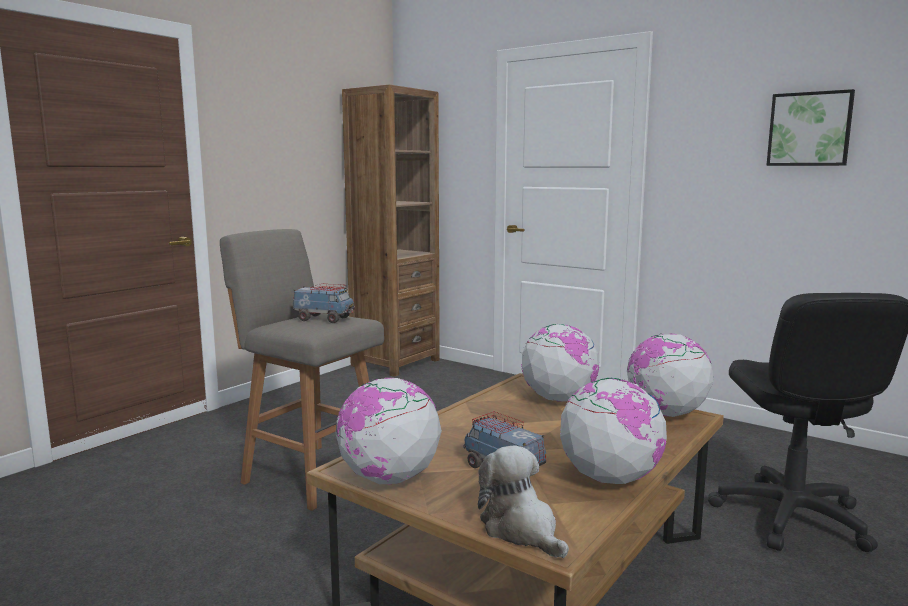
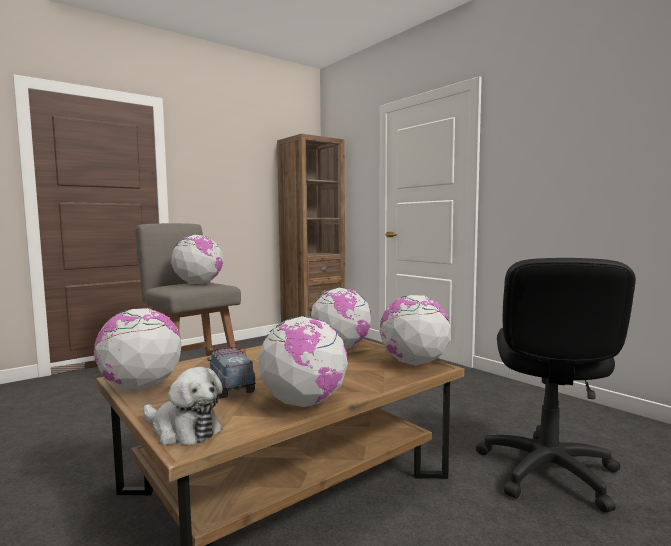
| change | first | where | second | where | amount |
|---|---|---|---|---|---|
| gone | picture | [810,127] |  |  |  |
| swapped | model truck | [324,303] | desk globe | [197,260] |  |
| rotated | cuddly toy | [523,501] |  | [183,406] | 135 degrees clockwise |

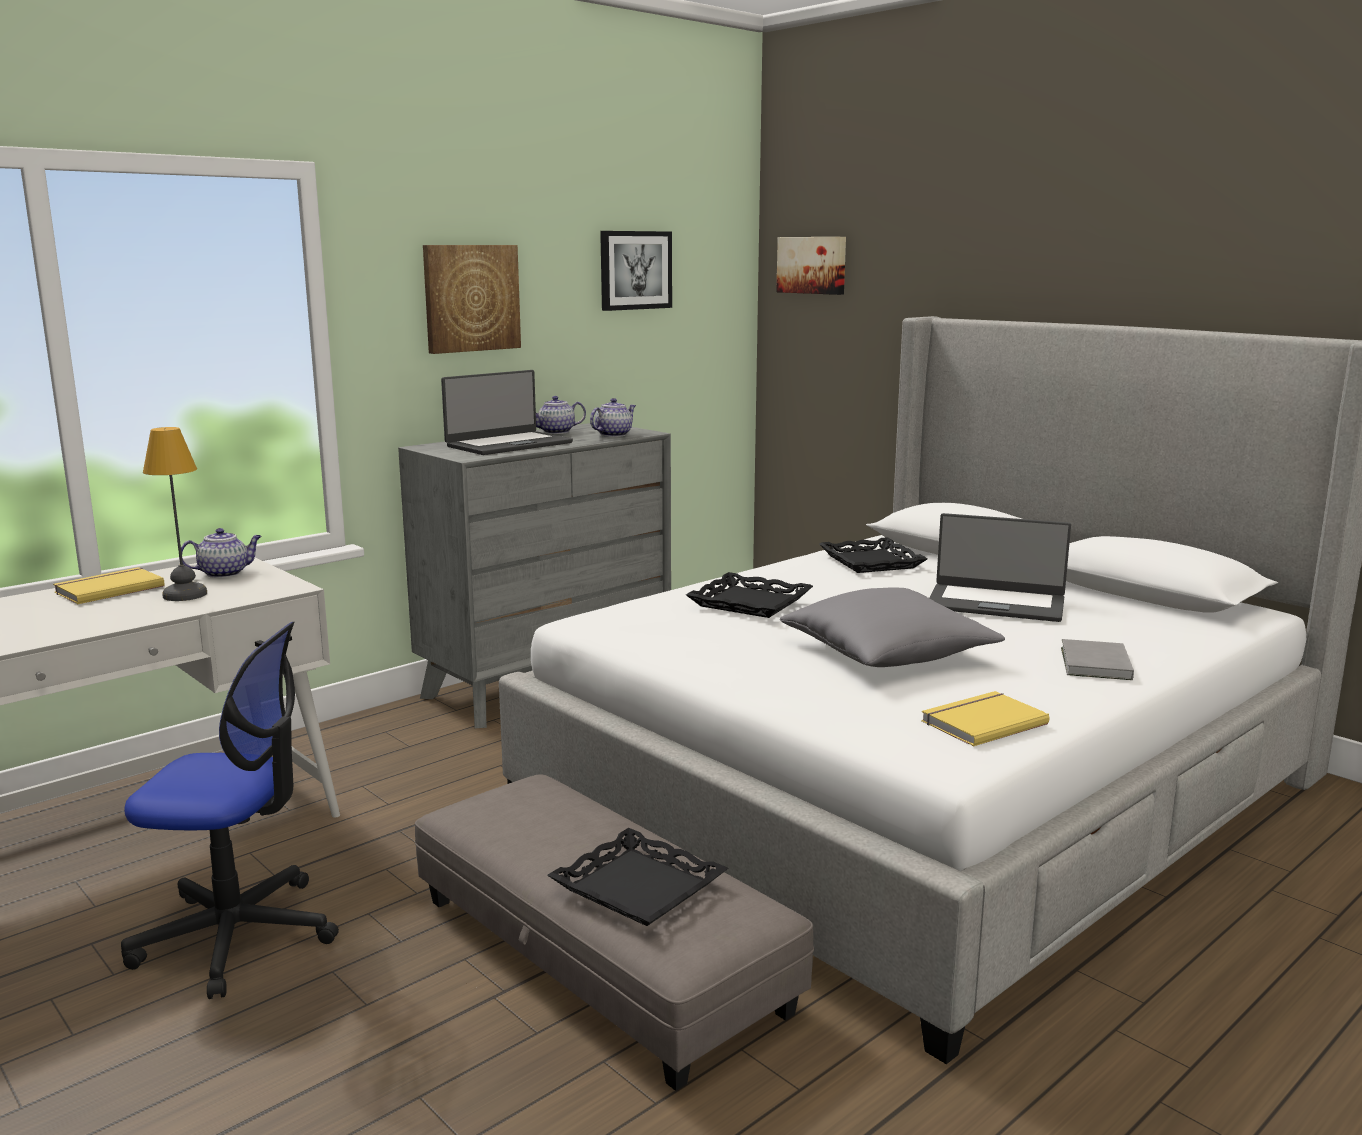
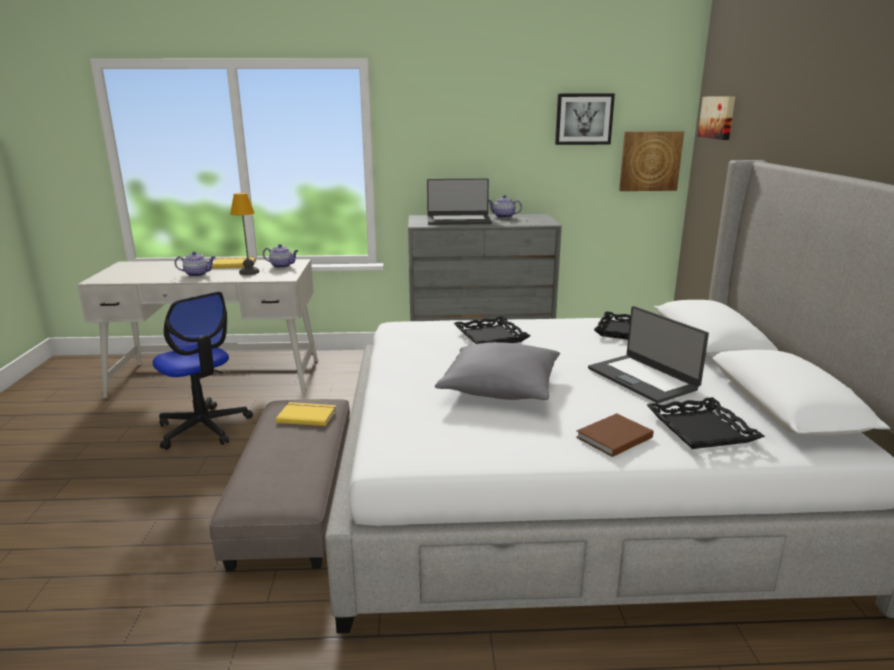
| change | first | where | second | where | amount |
|---|---|---|---|---|---|
| shifted | picture | [472,299] |  | [651,161] |  |
| shifted | teapot | [613,417] |  | [195,264] |  |
| repainted | greyish volume | [1097,659] | brownish volume | [614,435] |  |
| shifted | yellowish volume | [985,719] |  | [306,414] |  |
| shifted | black carrying tray | [638,877] |  | [706,423] |  |

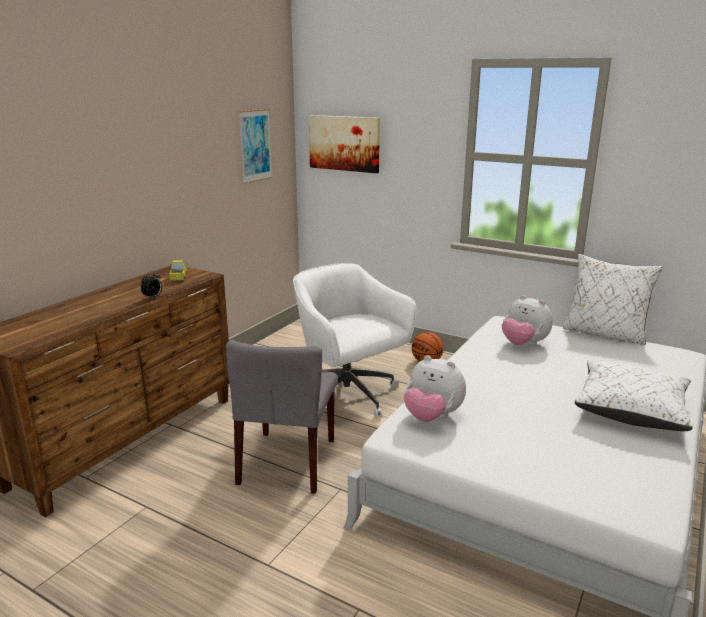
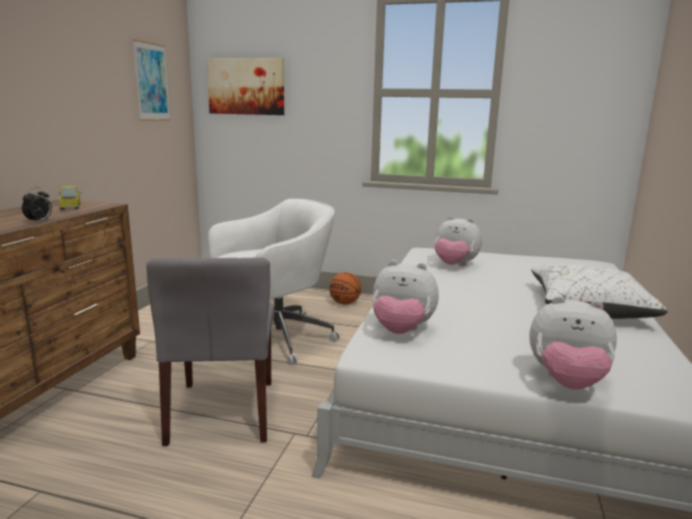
| change | first | where | second | where | amount |
|---|---|---|---|---|---|
| gone | white cushion | [612,299] |  |  |  |
| rotated | white office chair | [355,340] |  | [274,282] | 105 degrees clockwise |
| new |  |  | cuddly toy | [573,343] |  |

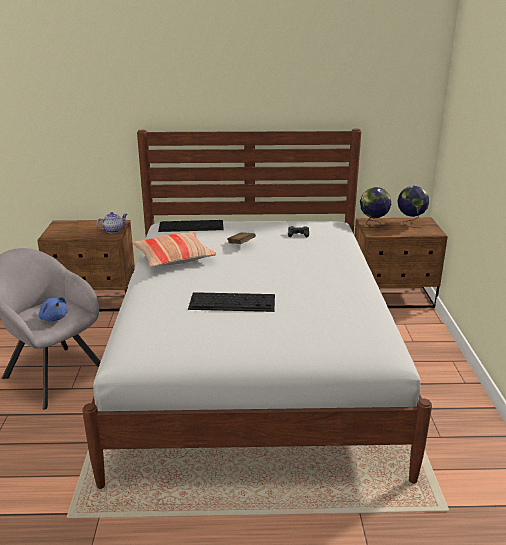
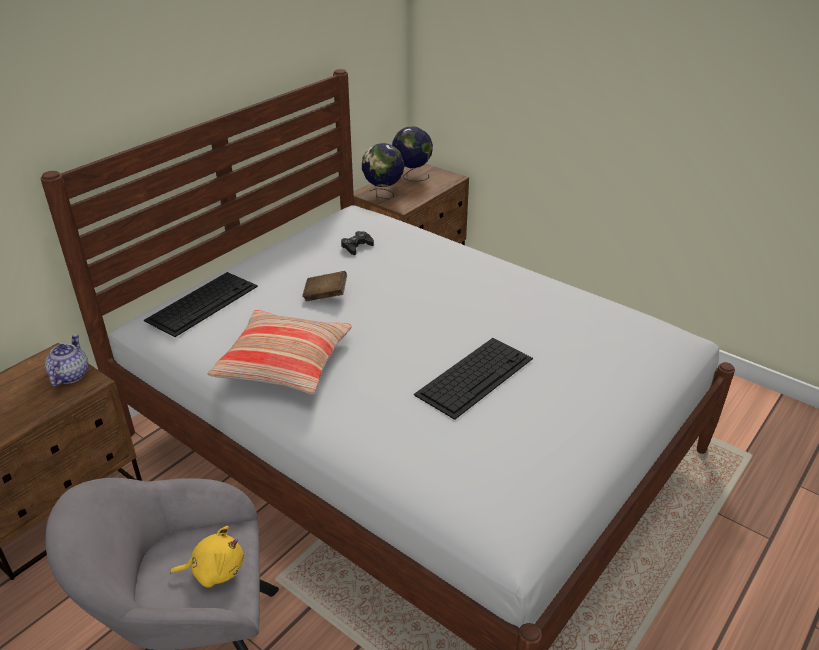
| change | first | where | second | where | amount |
|---|---|---|---|---|---|
| repainted | blue cuddly toy | [53,309] | yellowish cuddly toy | [206,556] |  |

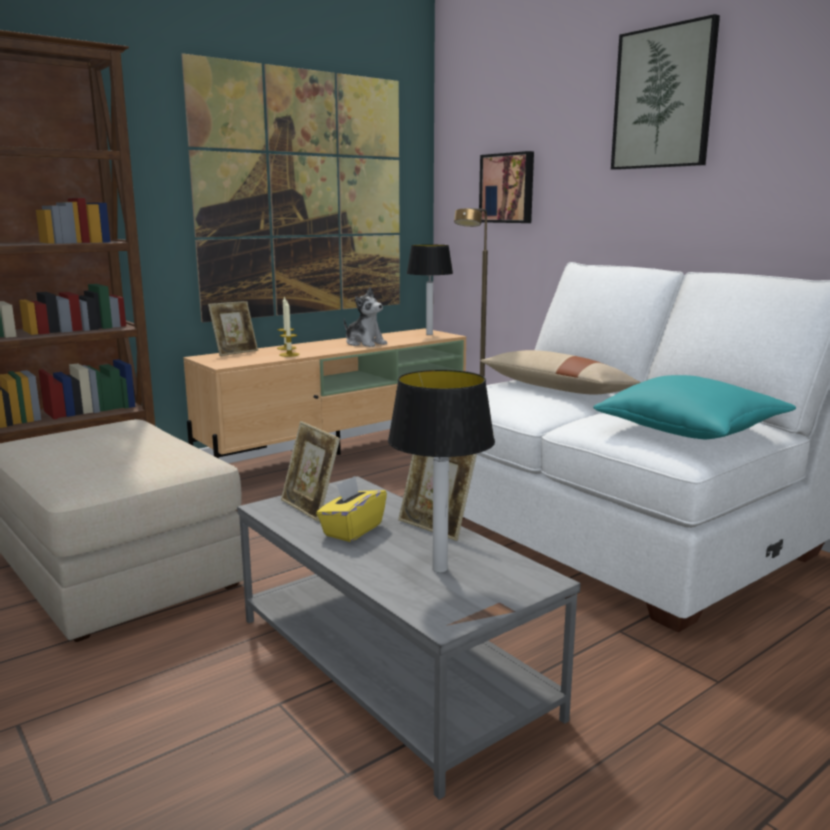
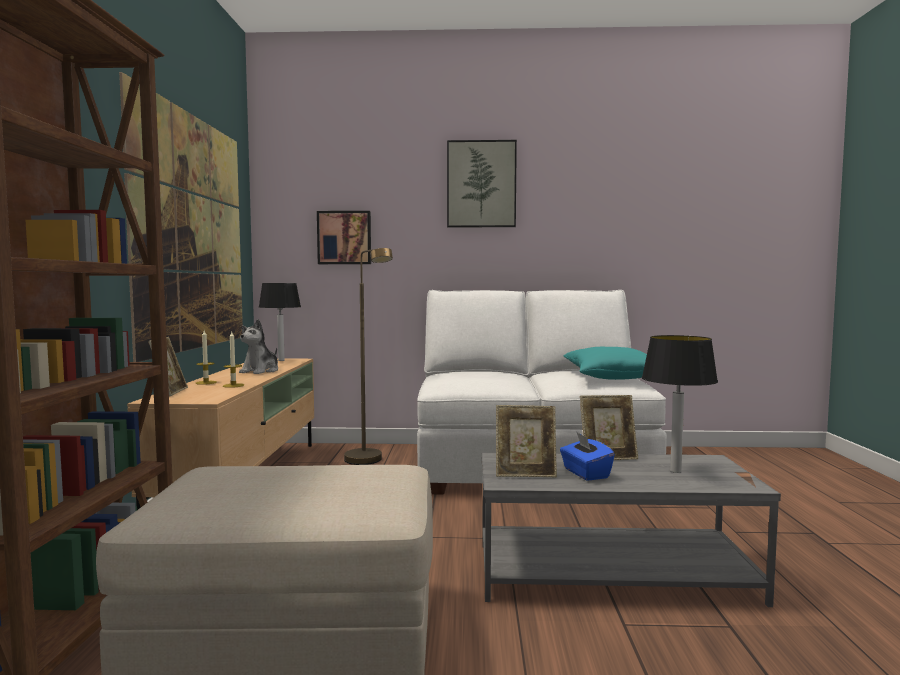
| change | first | where | second | where | amount |
|---|---|---|---|---|---|
| rotated | cuddly toy | [365,317] |  | [258,346] | 120 degrees clockwise |
| gone | beige-coloured cushion | [560,372] |  |  |  |
| repainted | yellowish tissue box | [351,509] | blue tissue box | [587,456] |  |

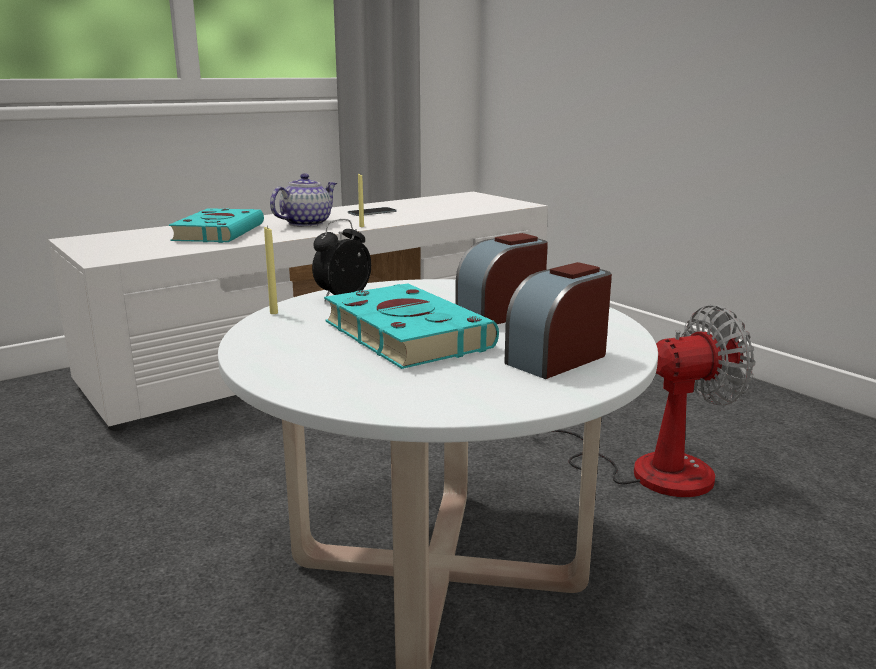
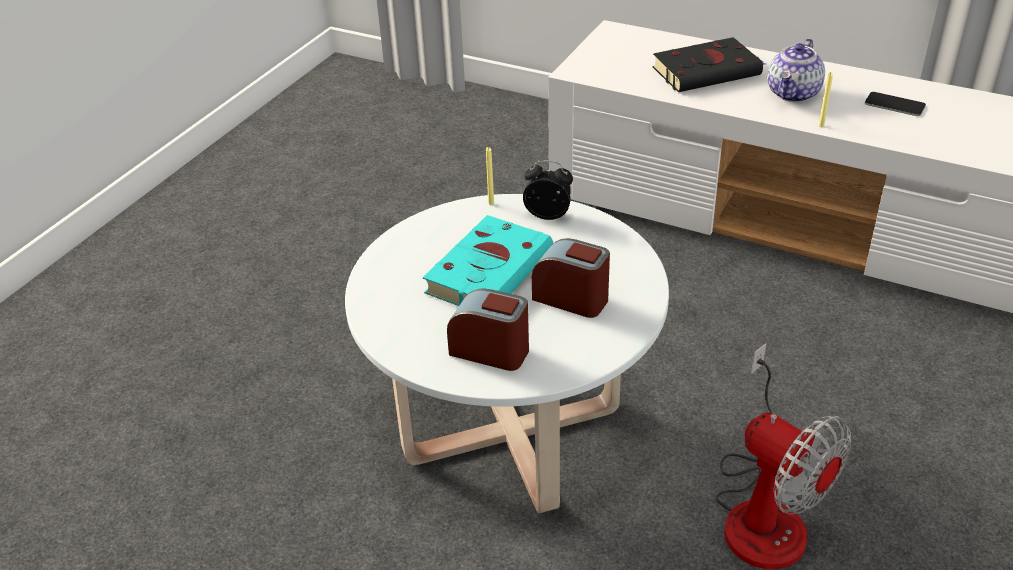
| change | first | where | second | where | amount |
|---|---|---|---|---|---|
| rotated | teapot | [303,200] |  | [796,70] | 105 degrees clockwise |
| repainted | blue-green volume | [216,225] | black volume | [709,64] |  |

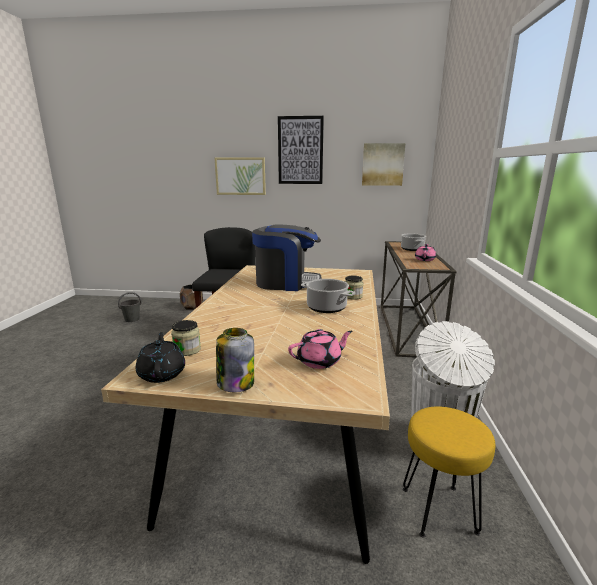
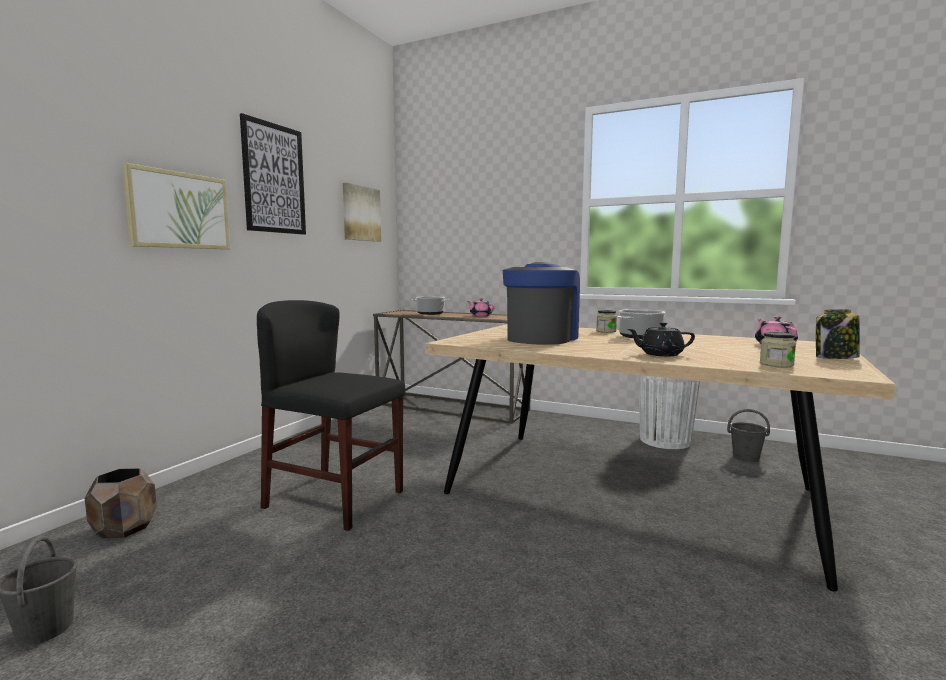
| change | first | where | second | where | amount |
|---|---|---|---|---|---|
| shifted | black teapot | [160,357] |  | [661,339] |  |
| swapped | yellowish stool seat | [449,472] | greyish pail | [748,435] |  |

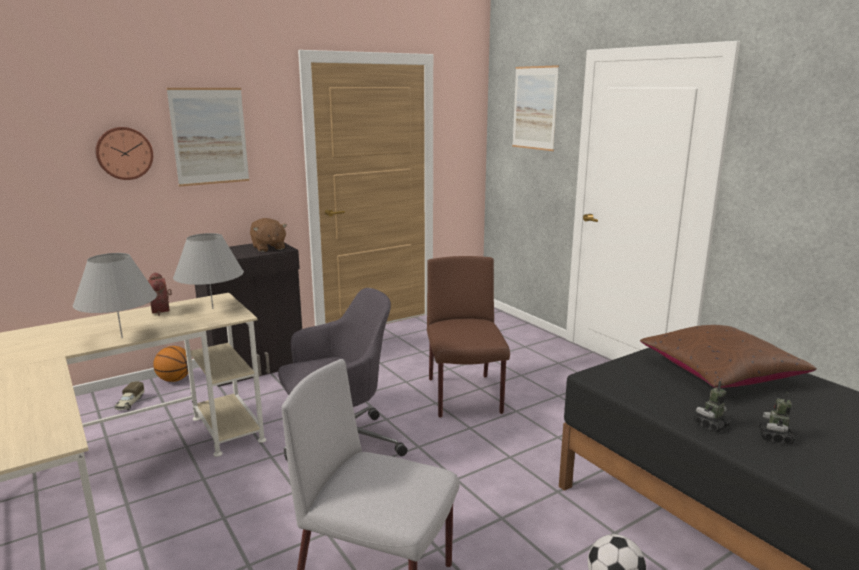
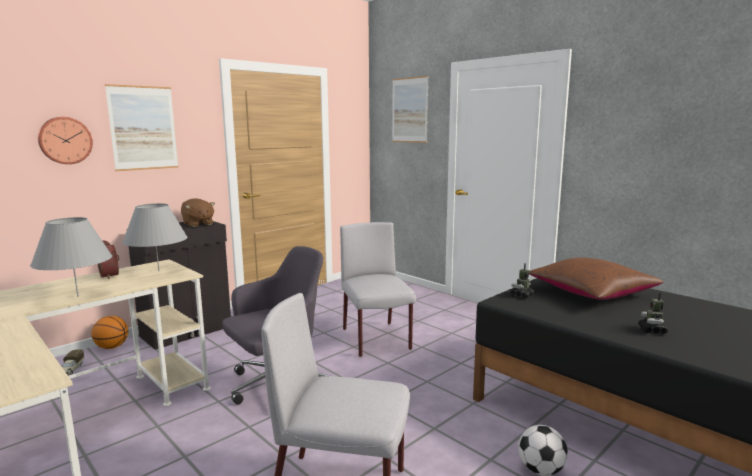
| change | first | where | second | where | amount |
|---|---|---|---|---|---|
| repainted | brownish upright chair | [468,337] | greyish upright chair | [378,289] |  |
| shifted | model robot | [712,406] |  | [522,280] |  |

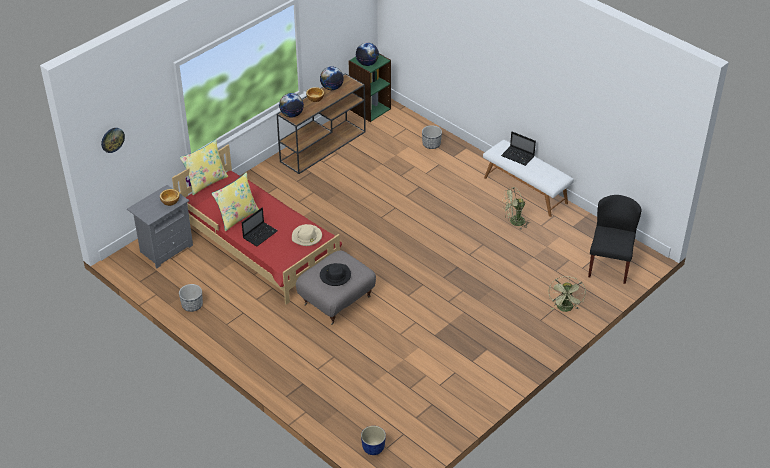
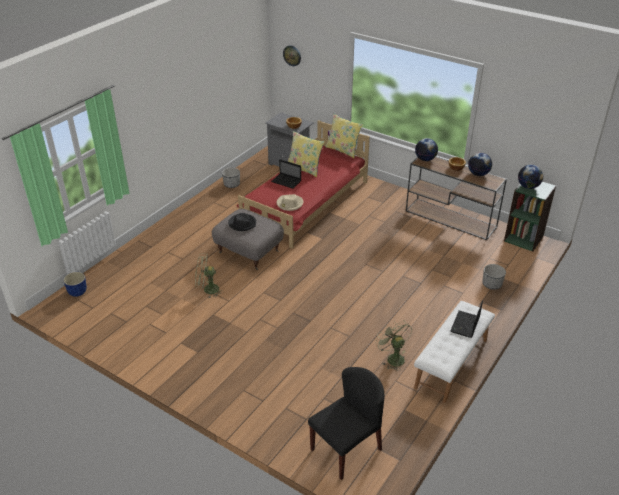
| change | first | where | second | where | amount |
|---|---|---|---|---|---|
| rotated | black upright chair | [615,239] |  | [346,423] | 45 degrees counterclockwise |
| shifted | green fan | [567,294] |  | [209,275] |  |

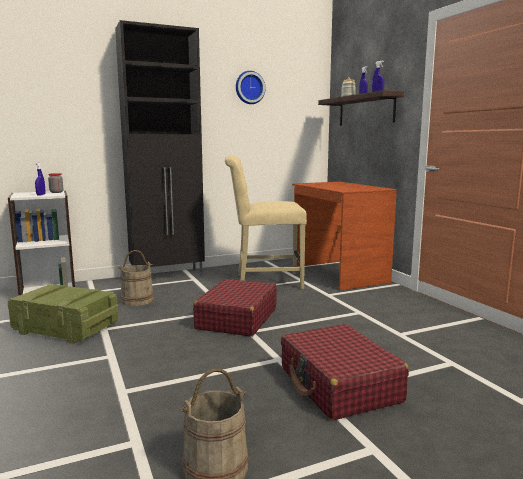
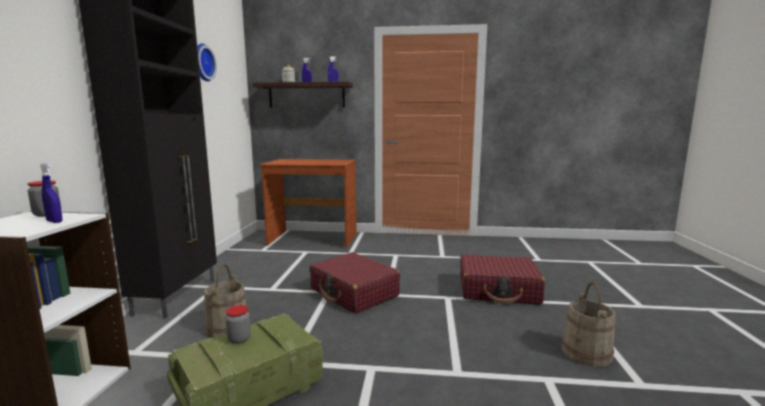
| change | first | where | second | where | amount |
|---|---|---|---|---|---|
| gone | beige-coloured upright chair | [266,222] |  |  |  |
| new |  |  | preserve jar | [238,324] |  |

